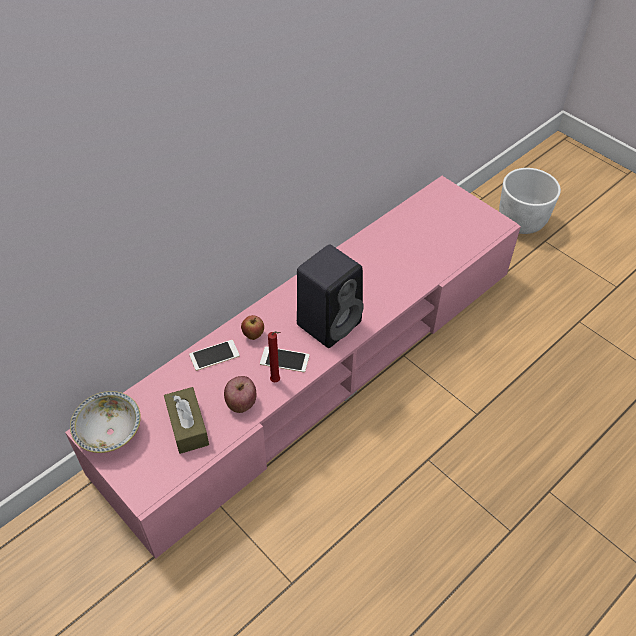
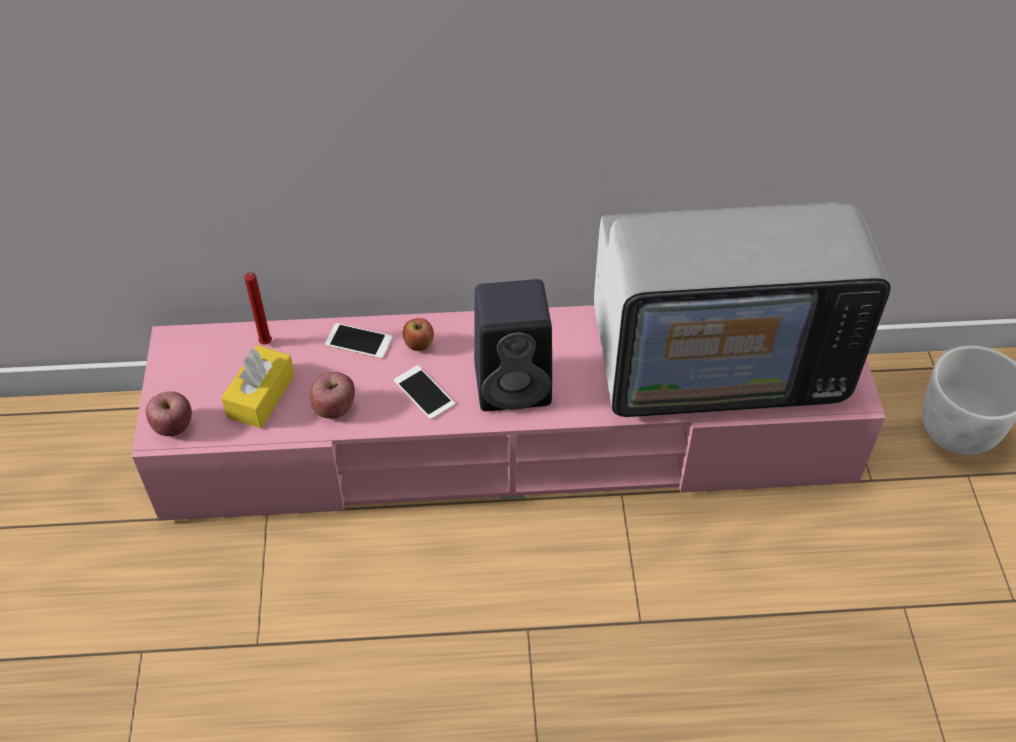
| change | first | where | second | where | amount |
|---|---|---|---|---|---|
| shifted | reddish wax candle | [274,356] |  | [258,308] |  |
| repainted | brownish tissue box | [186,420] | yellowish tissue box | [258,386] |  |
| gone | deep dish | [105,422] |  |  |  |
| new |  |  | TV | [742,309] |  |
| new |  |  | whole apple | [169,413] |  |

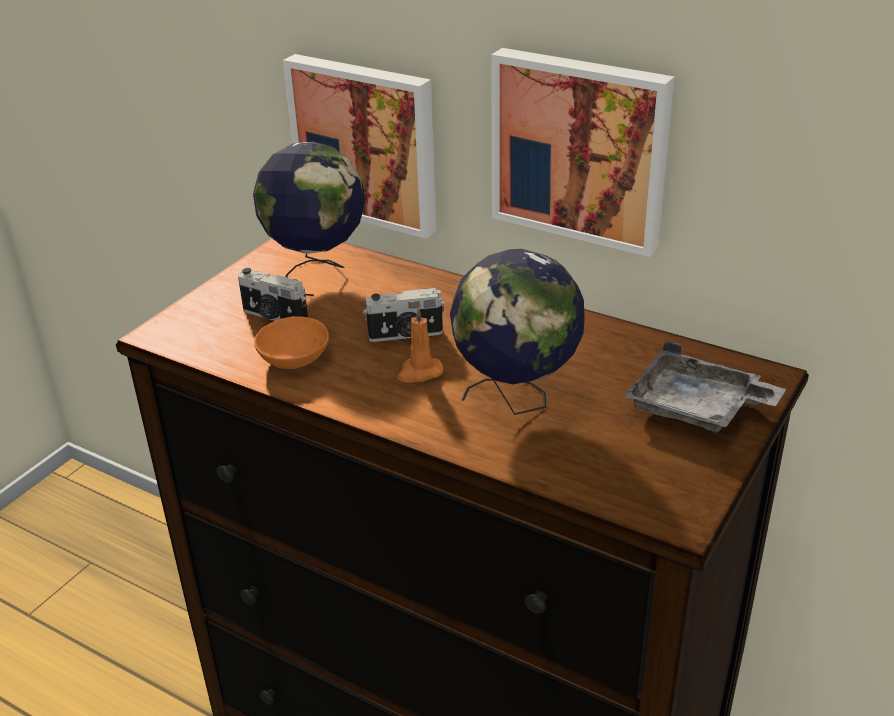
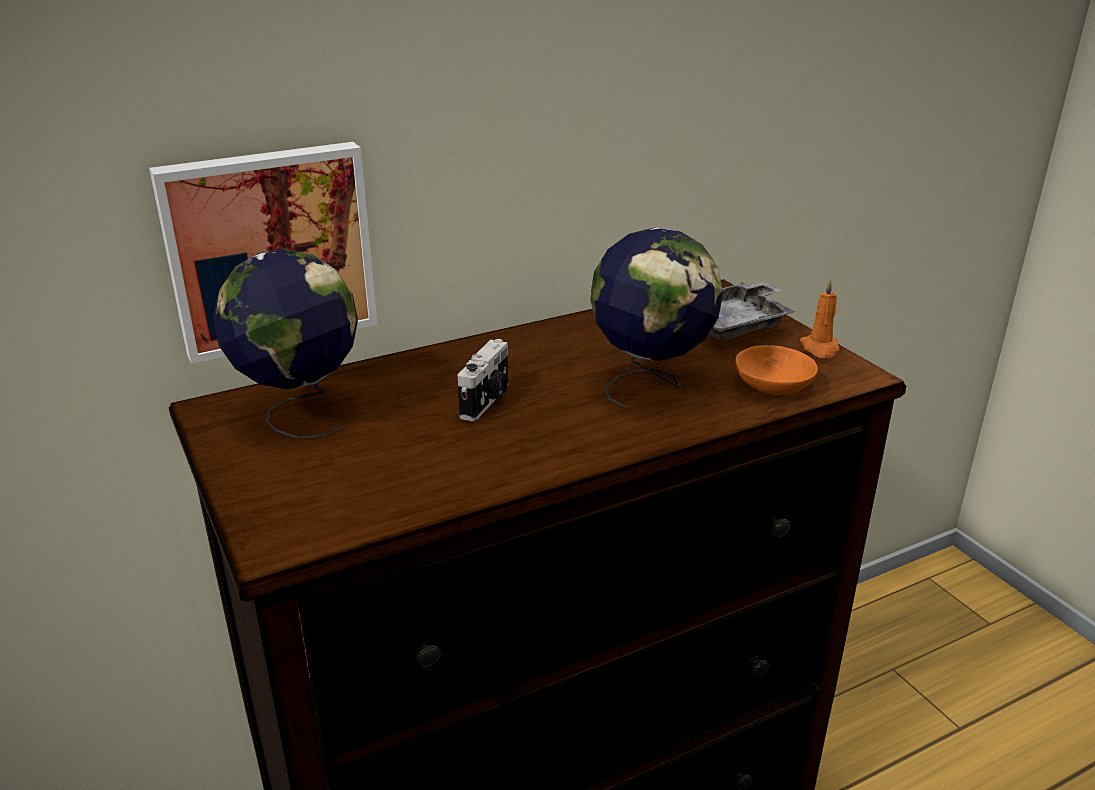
| change | first | where | second | where | amount |
|---|---|---|---|---|---|
| gone | picture | [583,152] |  |  |  |
| gone | photo camera | [273,294] |  |  |  |
| shifted | orange wax candle | [420,344] |  | [819,319] |  |
| shifted | orange deep dish | [291,342] |  | [776,370] |  |

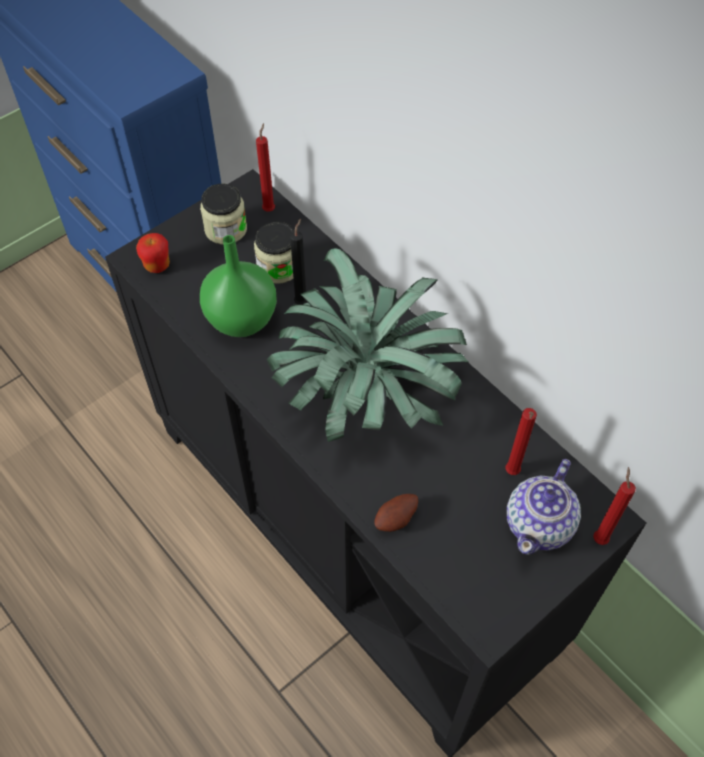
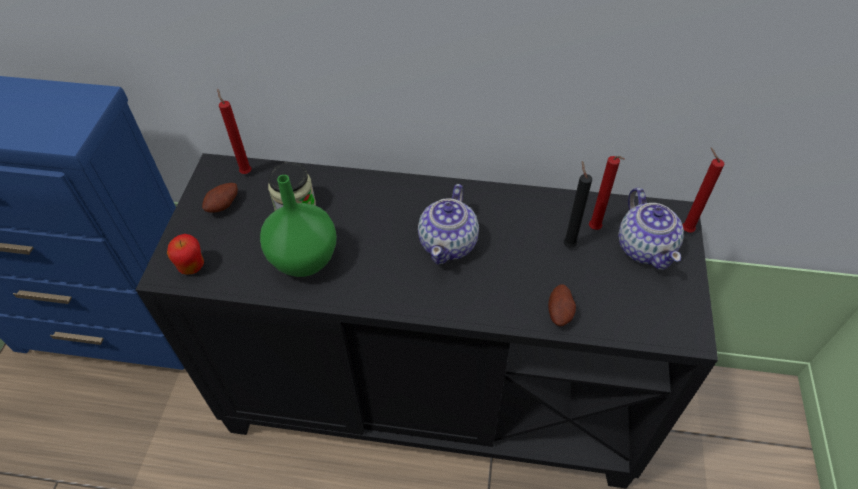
| change | first | where | second | where | amount |
|---|---|---|---|---|---|
| swapped | preserve jar | [223,214] | whole potato | [220,198] |  |
| shifted | black wax candle | [298,261] |  | [578,204] |  |
| swapped | plant in a pot | [367,345] | teapot | [448,224] |  |

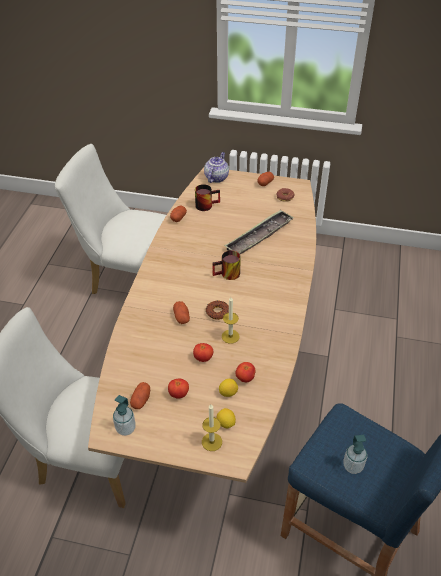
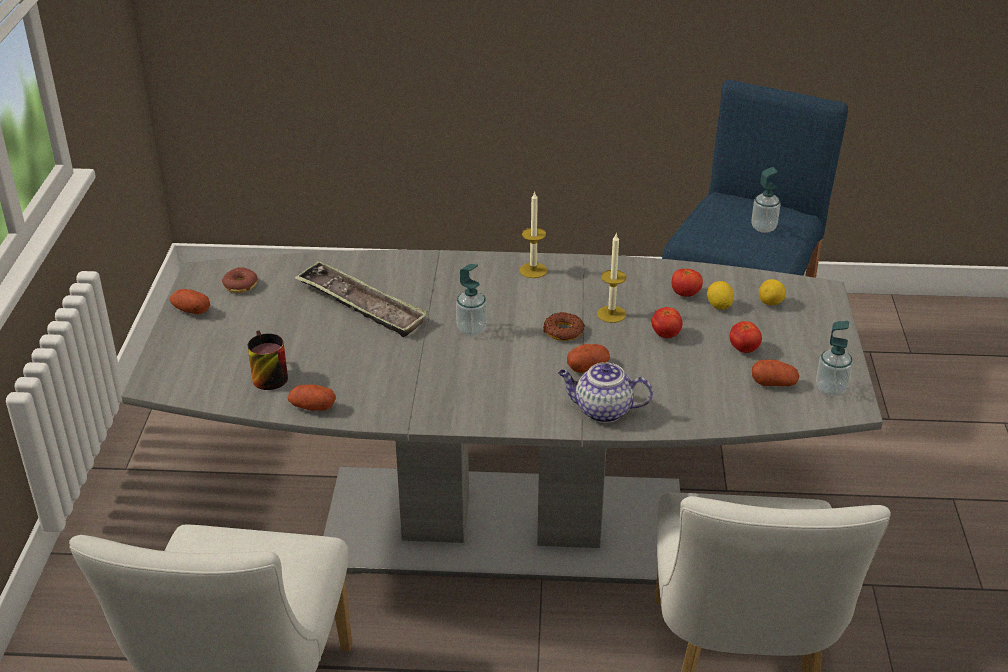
| change | first | where | second | where | amount |
|---|---|---|---|---|---|
| shifted | teapot | [216,167] |  | [605,392] |  |
| repainted | brownish dinner table | [202,325] | greyish dinner table | [502,417] |  |
| swapped | tea mug | [226,265] | soap dispenser | [471,300] |  |
| shifted | wax candle | [212,427] |  | [533,234] |  |

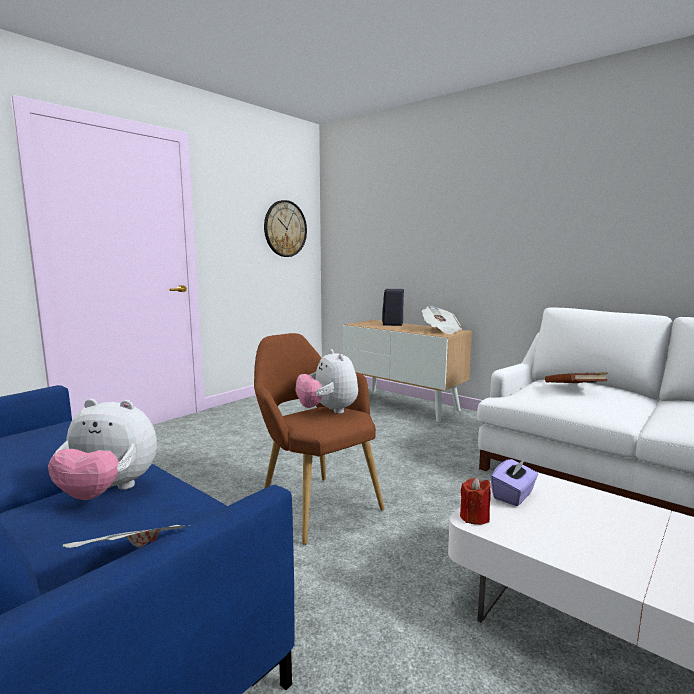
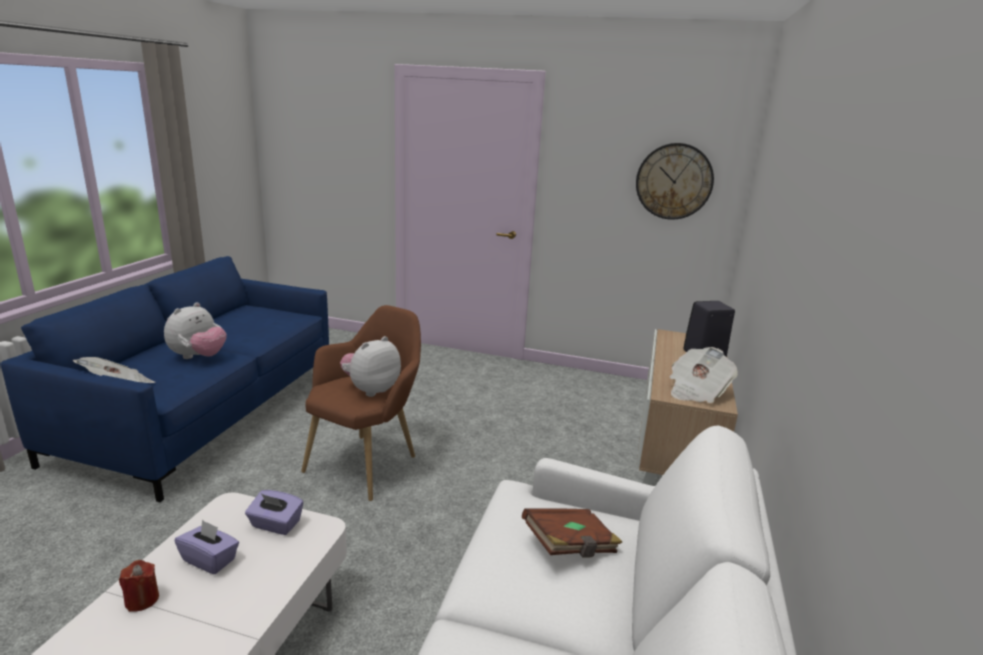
| change | first | where | second | where | amount |
|---|---|---|---|---|---|
| rotated | cuddly toy | [102,449] |  | [195,331] | 135 degrees counterclockwise |
| shifted | reddish wax candle | [475,501] |  | [139,586] |  |
| new |  |  | purple tissue box | [207,546] |  |

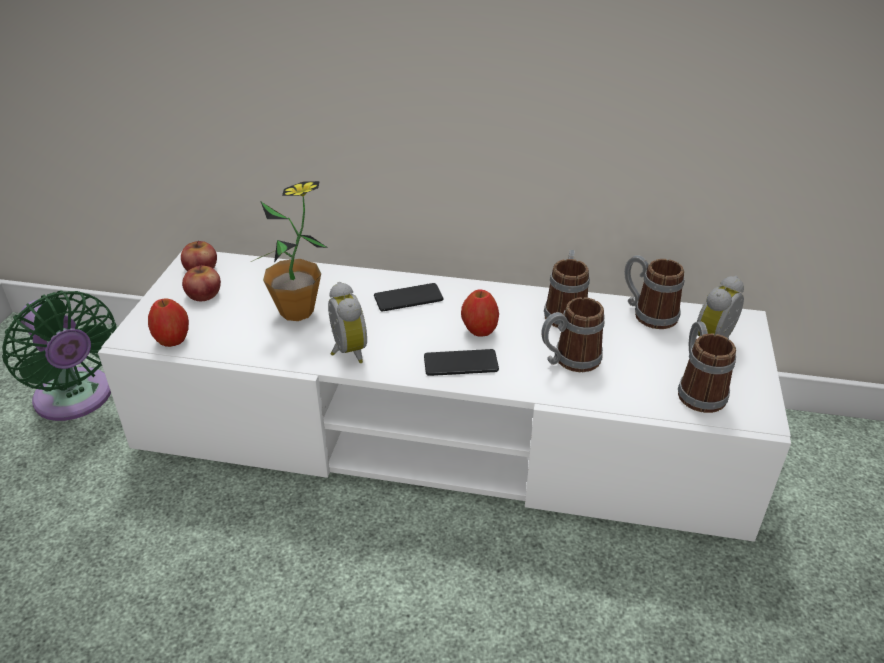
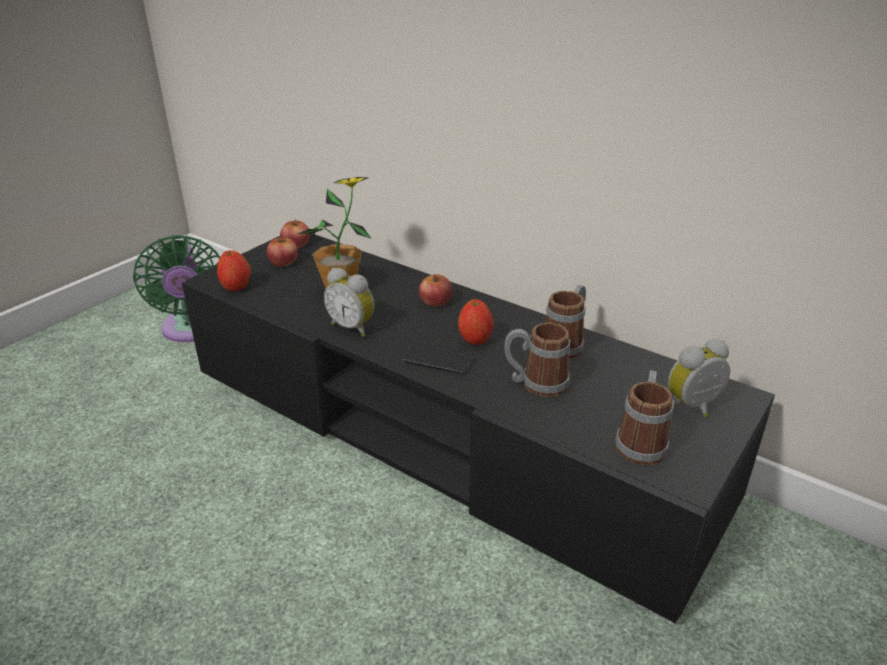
| change | first | where | second | where | amount |
|---|---|---|---|---|---|
| repainted | white tv stand | [444,396] | black tv stand | [478,428] |  |
| gone | tea mug | [654,292] |  |  |  |
| rotated | alarm clock | [347,322] |  | [349,302] | 120 degrees clockwise |
| swapped | handset | [409,297] | whole apple | [436,290] |  |

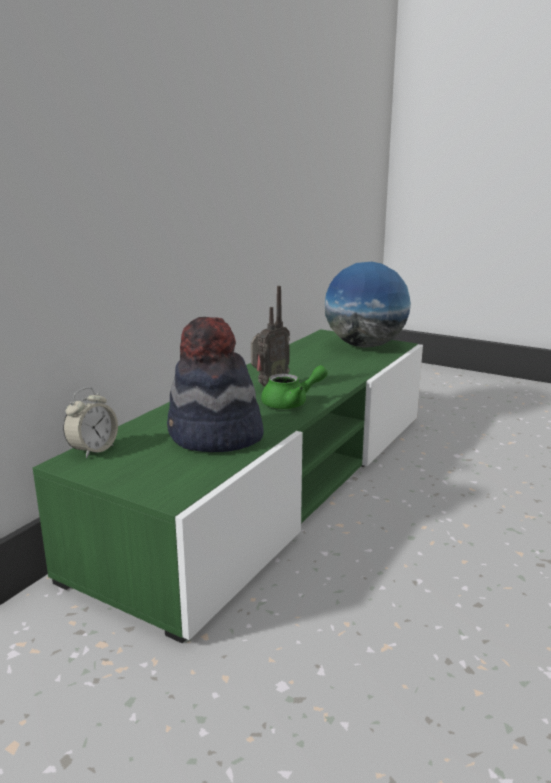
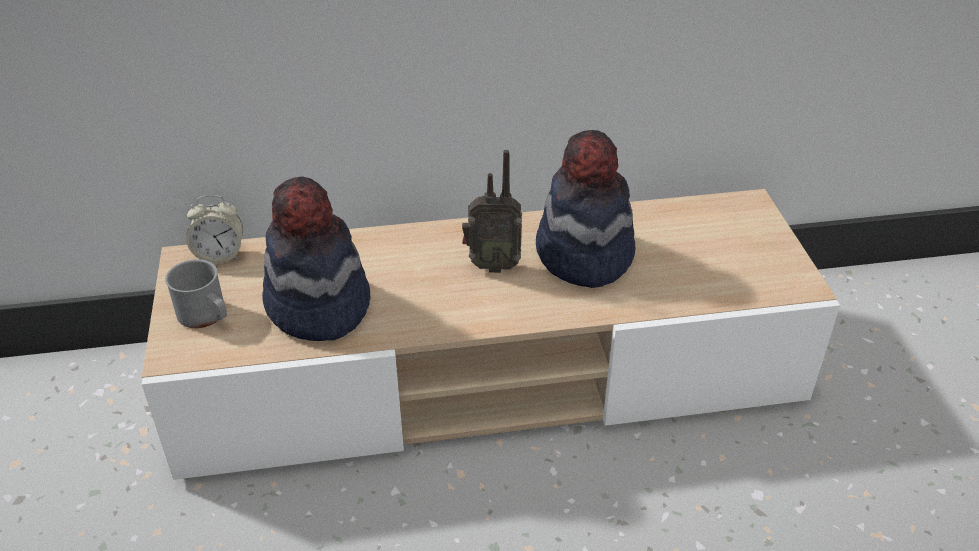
| change | first | where | second | where | amount |
|---|---|---|---|---|---|
| gone | desk globe | [368,305] |  |  |  |
| repainted | green tv stand | [228,486] | beige-coloured tv stand | [490,334] |  |
| gone | green teapot | [294,387] |  |  |  |
| new |  |  | wearable hat | [585,209] |  |
| new |  |  | greyish tea mug | [196,293] |  |

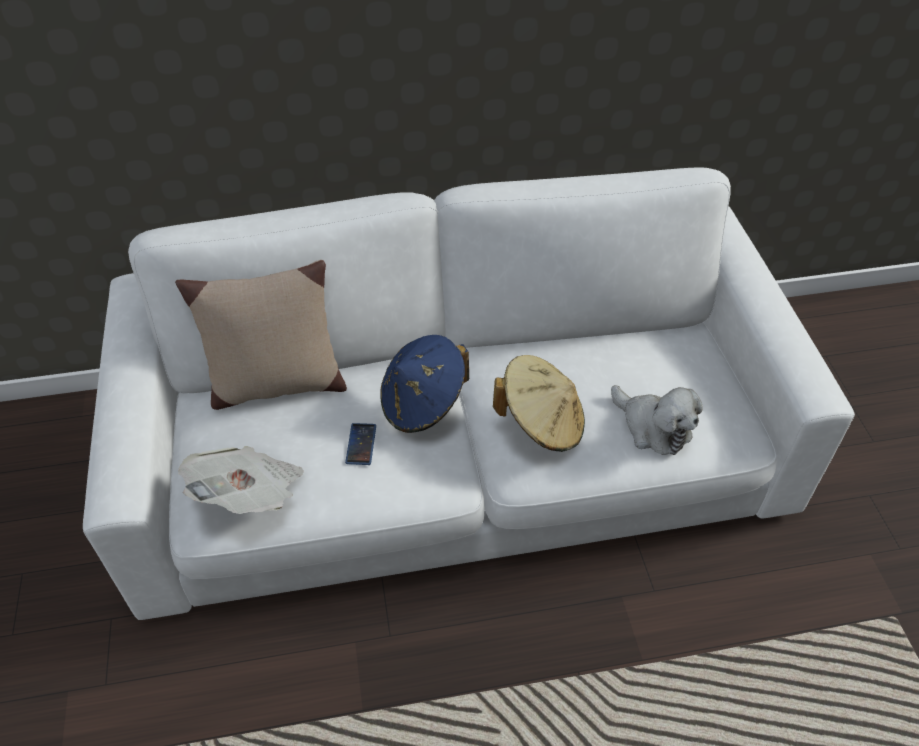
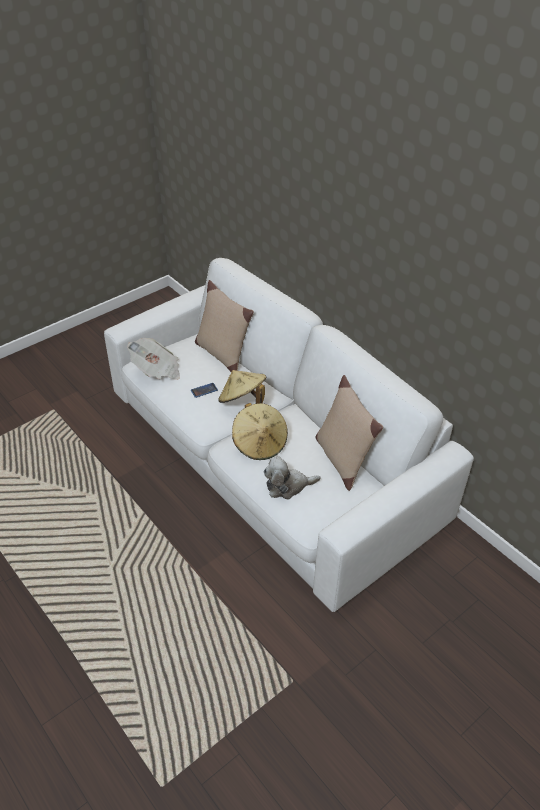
| change | first | where | second | where | amount |
|---|---|---|---|---|---|
| repainted | blue wearable hat | [424,384] | beige-coloured wearable hat | [242,387] |  |
| rotated | cuddly toy | [657,420] |  | [292,478] | 60 degrees clockwise |
| new |  |  | beige-coloured cushion | [349,433] |  |

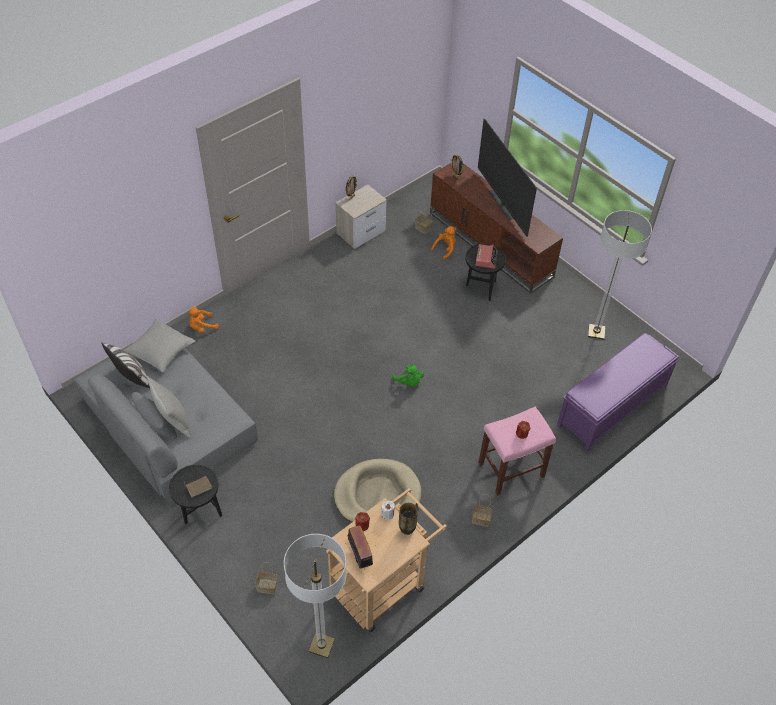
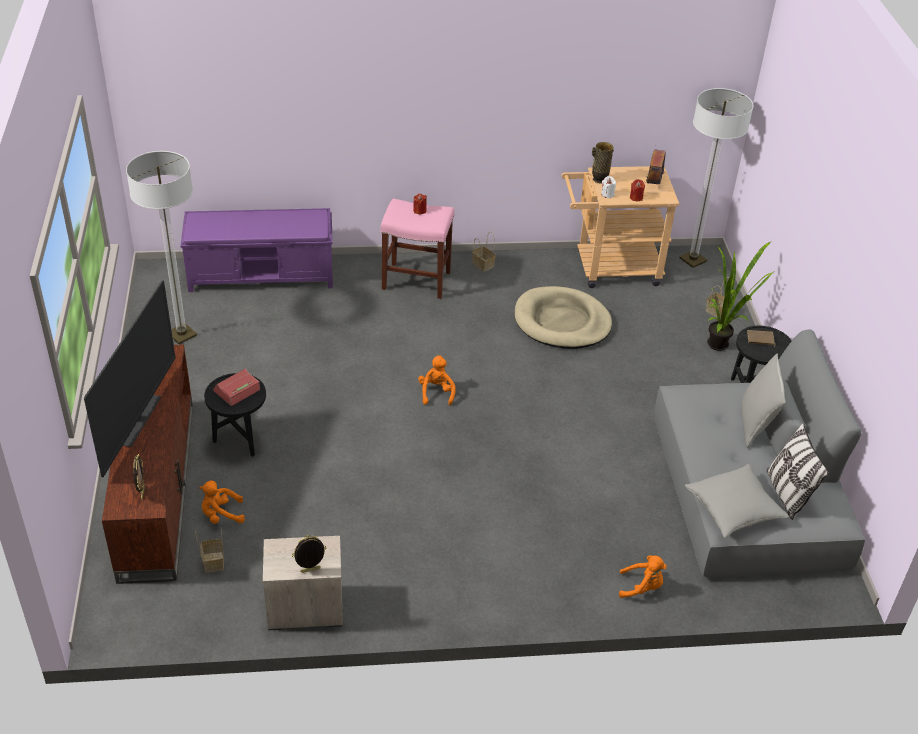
| change | first | where | second | where | amount |
|---|---|---|---|---|---|
| repainted | green cuddly toy | [408,375] | orange cuddly toy | [437,380] |  |
| new |  |  | plant in a pot | [740,296] |  |

